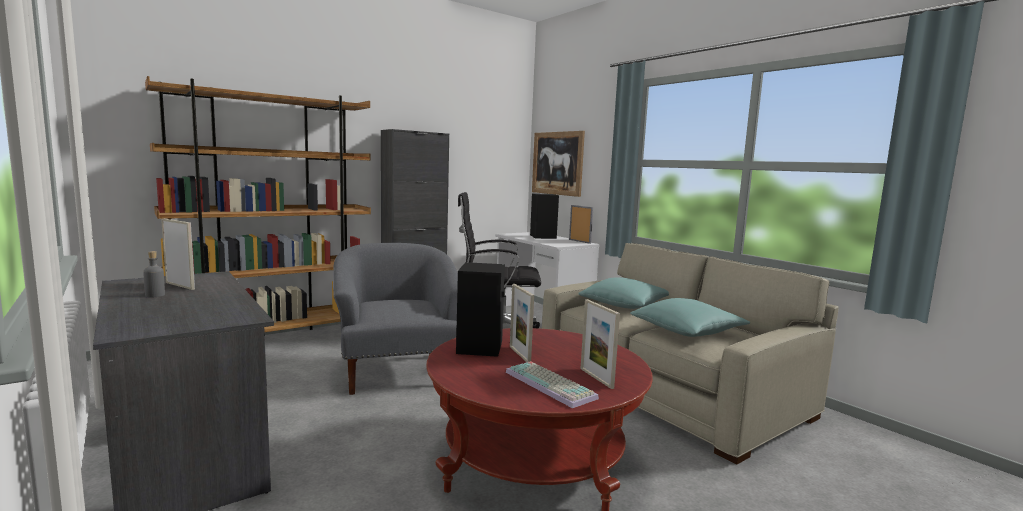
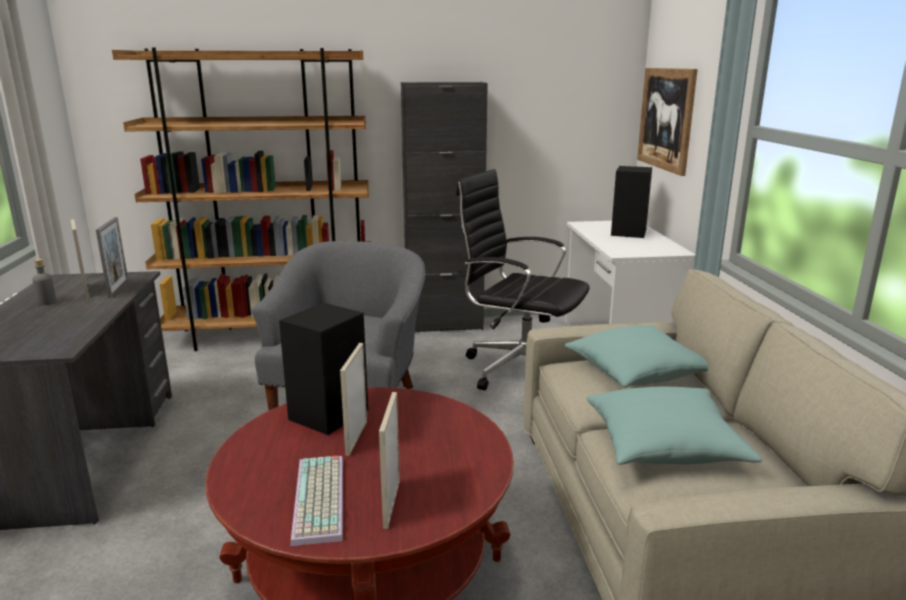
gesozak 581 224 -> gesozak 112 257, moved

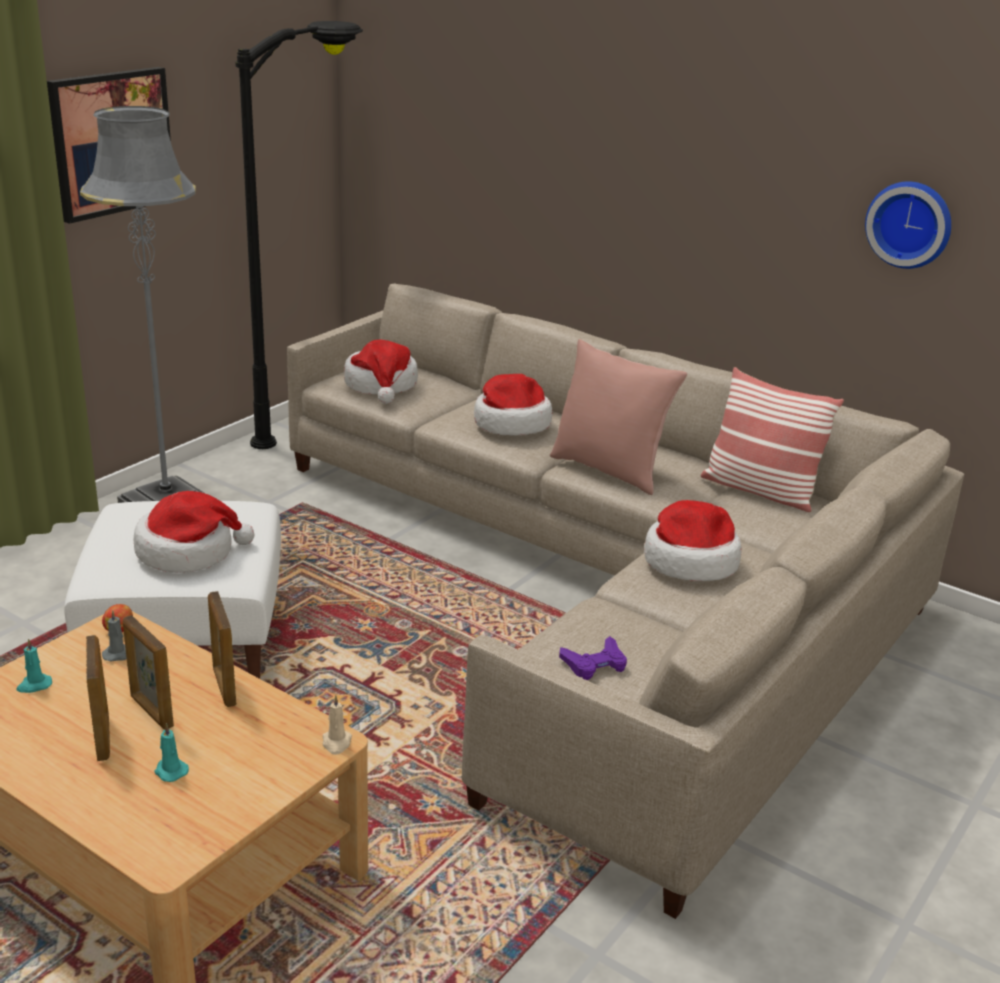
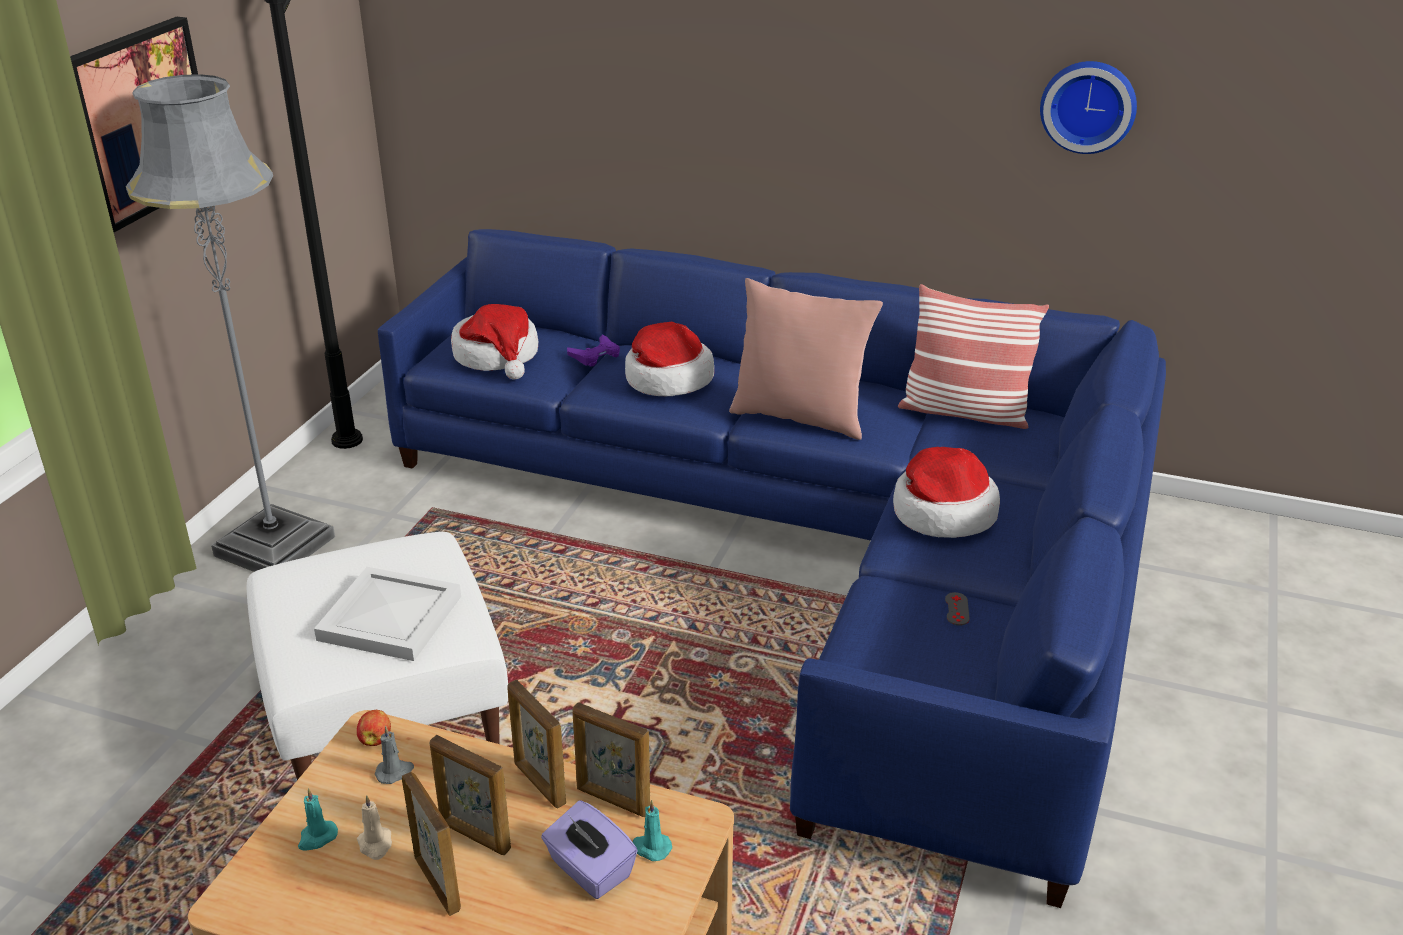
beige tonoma 625 601 -> blue tonoma 772 568
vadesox 194 532 -> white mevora 387 614
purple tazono 593 658 -> purple tazono 593 351, moved
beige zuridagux 337 725 -> beige zuridagux 374 827, moved
turquoise zuridagux 171 752 -> turquoise zuridagux 652 830, moved
none -> grey tazono 957 609
none -> gesozak 611 759
none -> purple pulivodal 589 850

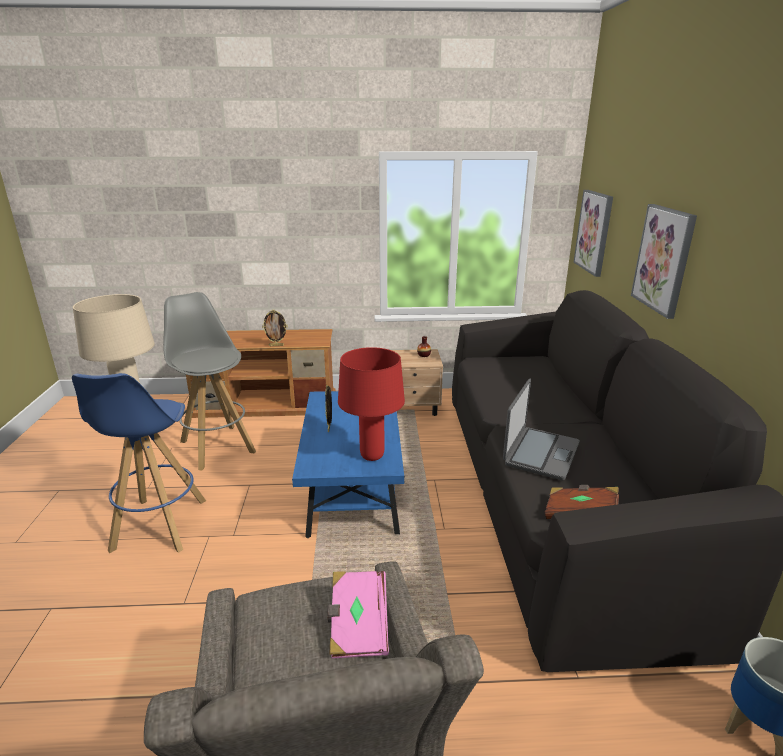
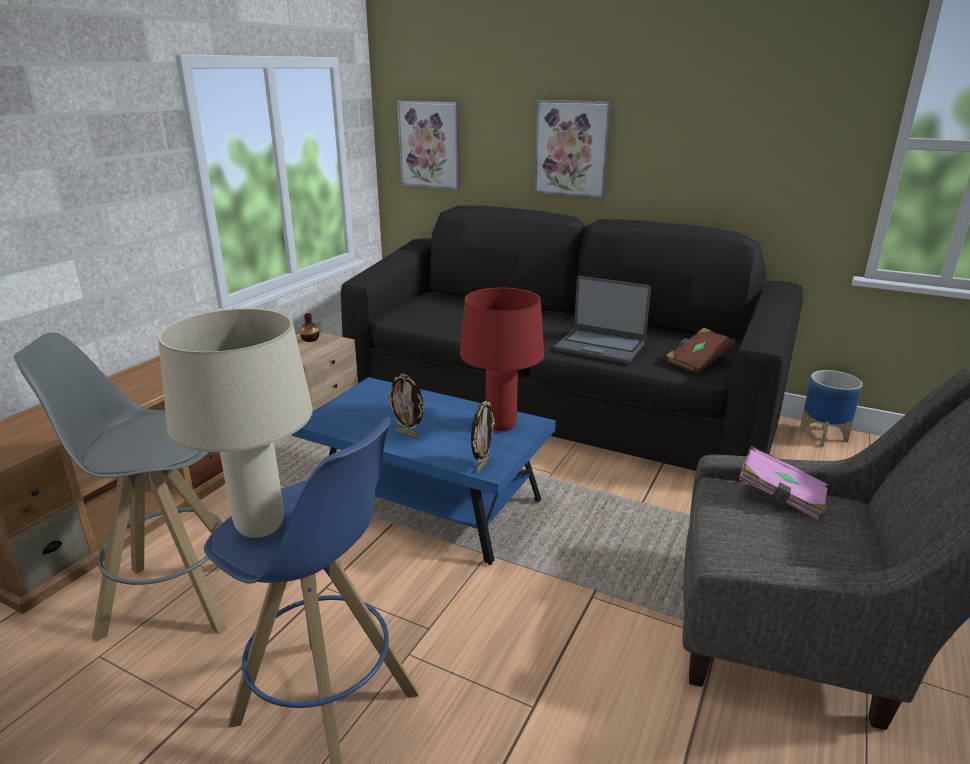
gesozak 275 328 -> gesozak 483 437, moved
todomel 541 429 -> todomel 602 320, 150 degrees clockwise

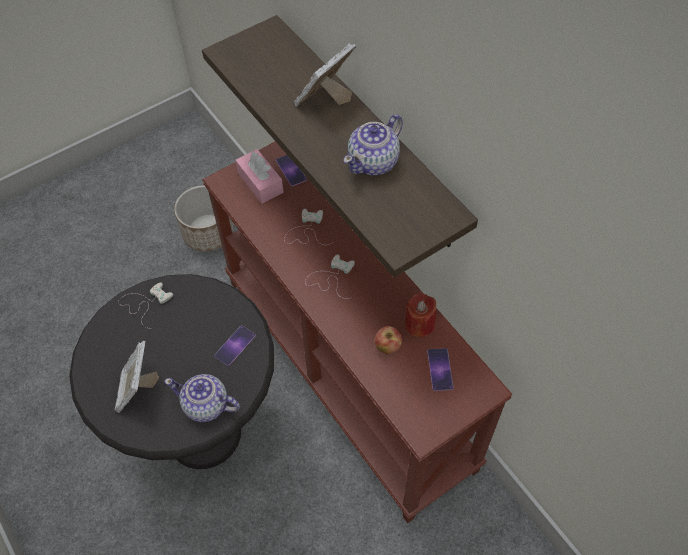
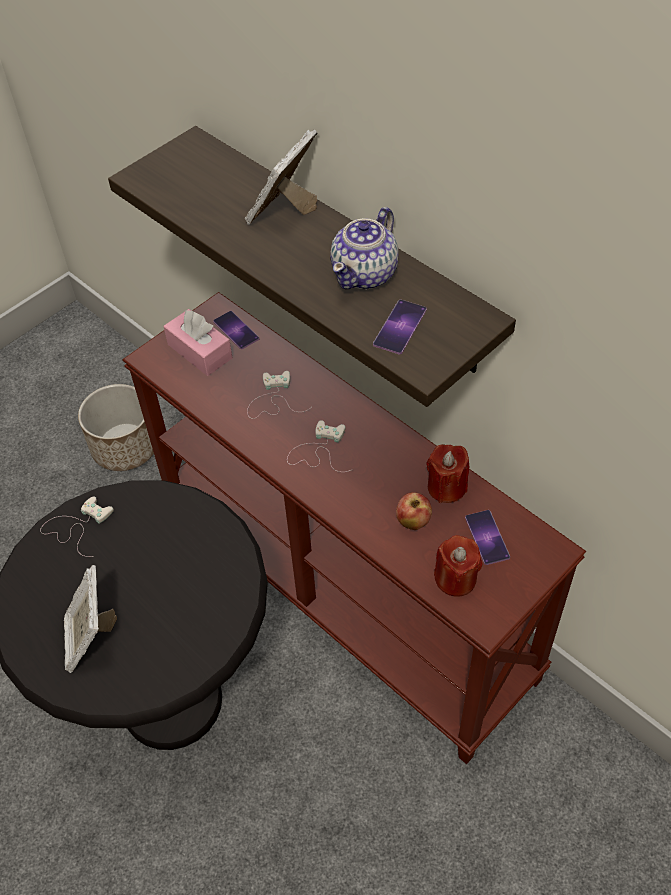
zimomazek 235 345 -> zimomazek 399 327, moved
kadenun 202 398 -> none
none -> red zuridagux 458 566

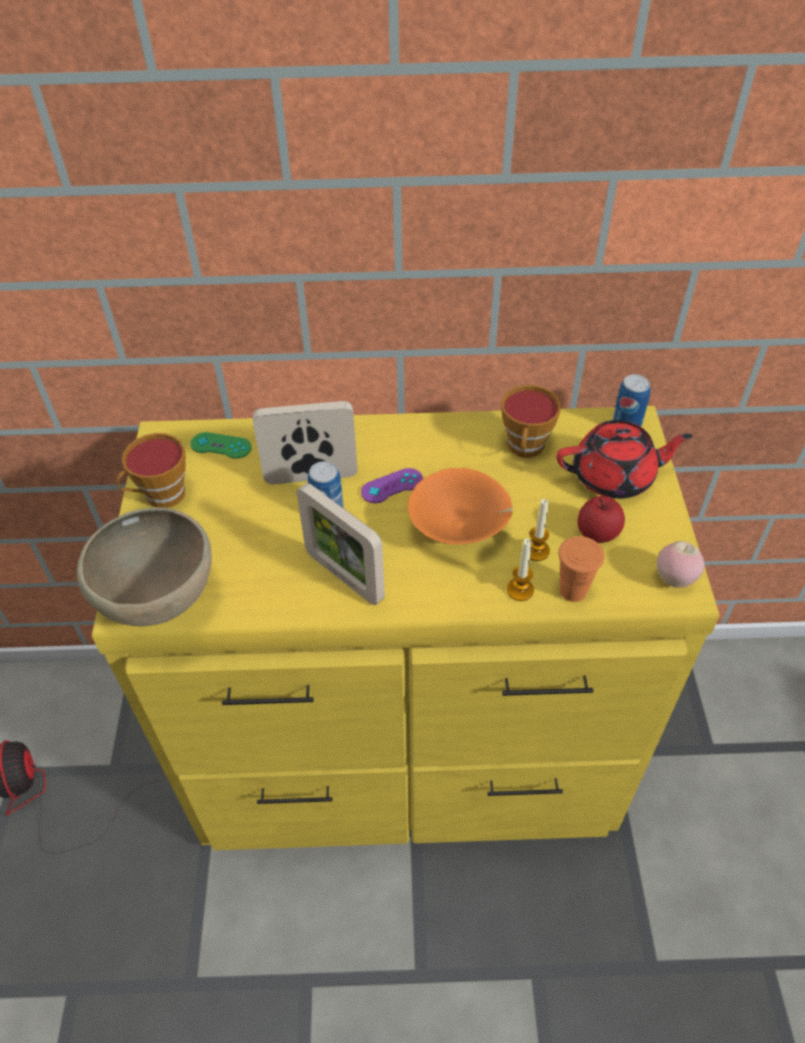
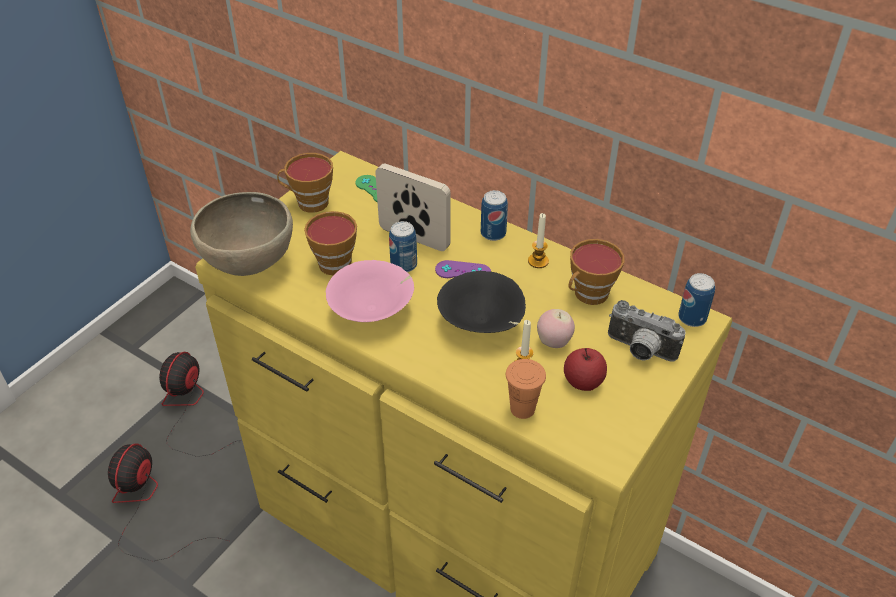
red kadenun 624 459 -> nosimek 647 330
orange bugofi 460 506 -> black bugofi 481 302
gesozak 341 544 -> pink bugofi 370 291
zuridagux 520 570 -> zuridagux 538 240, moved
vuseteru 680 564 -> vuseteru 556 328, moved
none -> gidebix 494 215
none -> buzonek 330 243
none -> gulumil 168 502

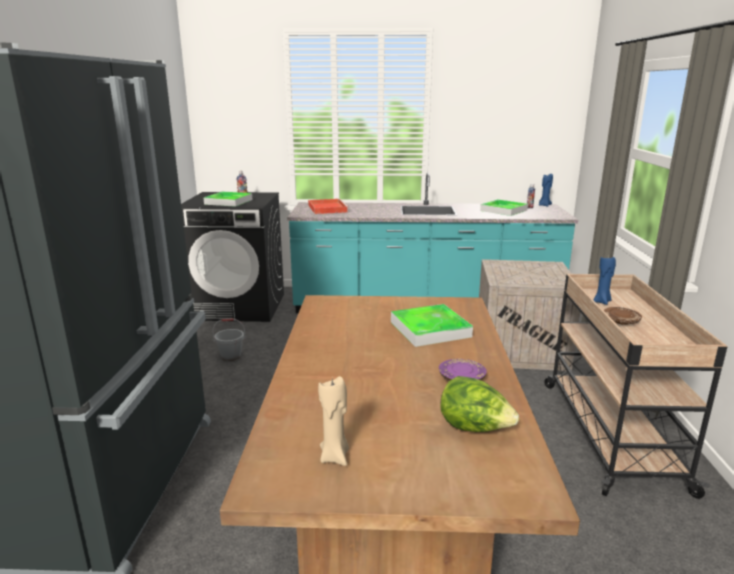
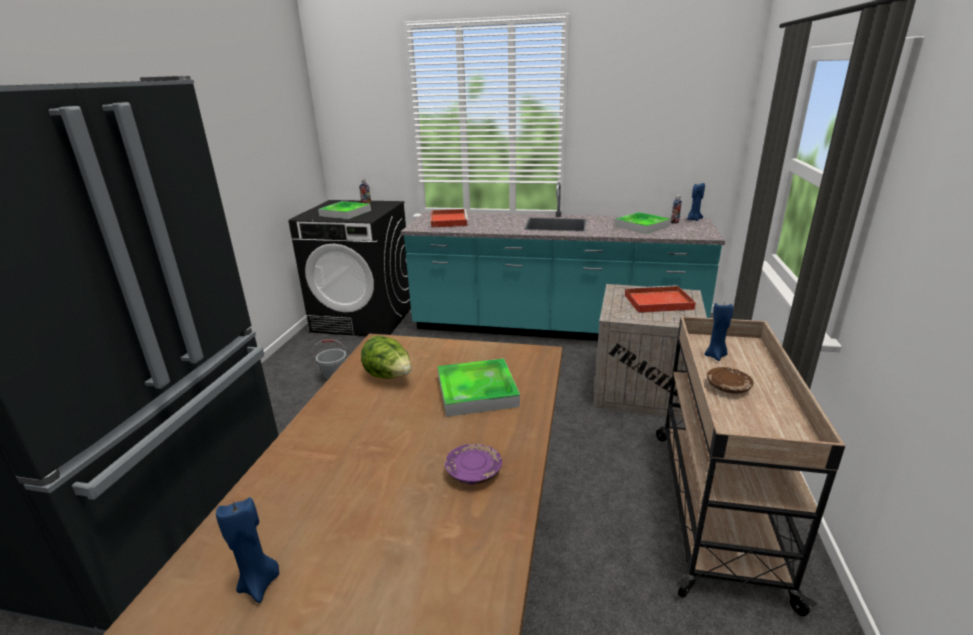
beige zuridagux 333 421 -> blue zuridagux 247 550
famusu 479 404 -> famusu 386 357, moved
none -> red mevora 660 299

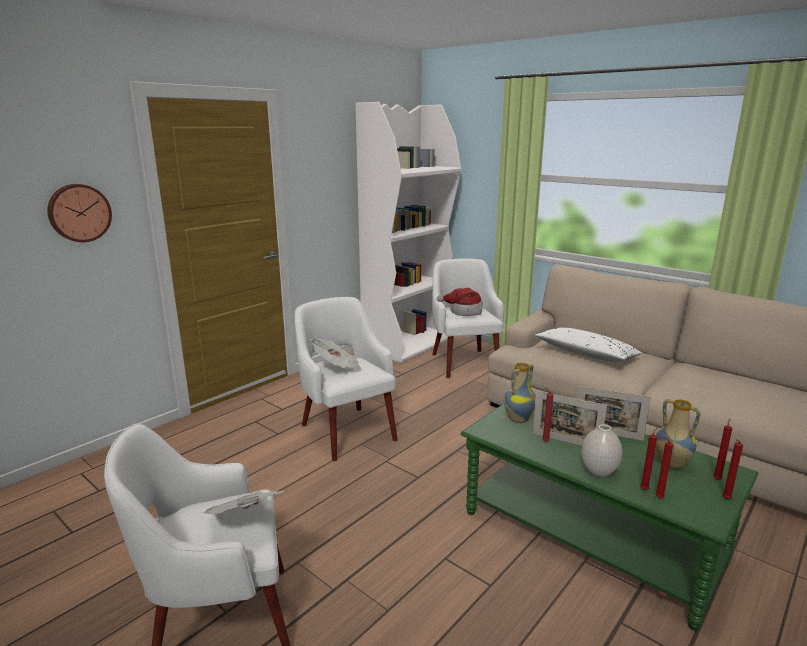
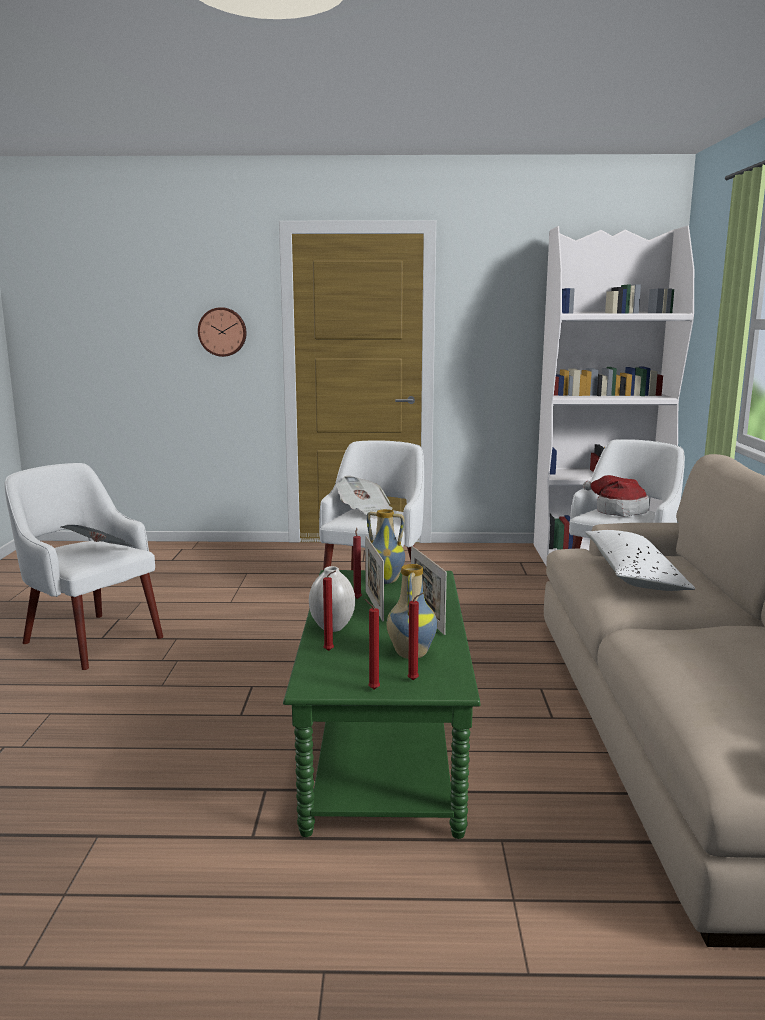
red zuridagux 664 467 -> none

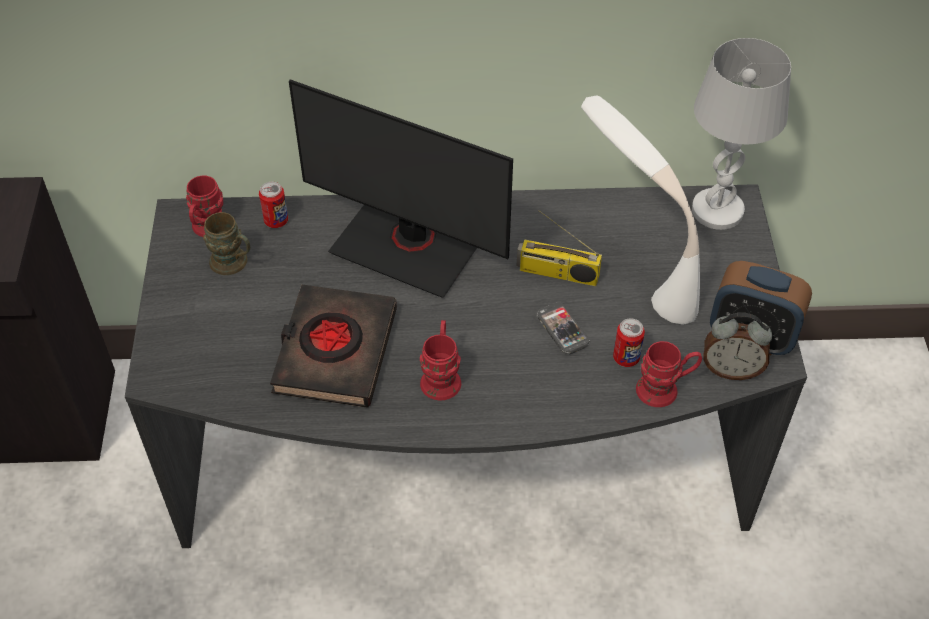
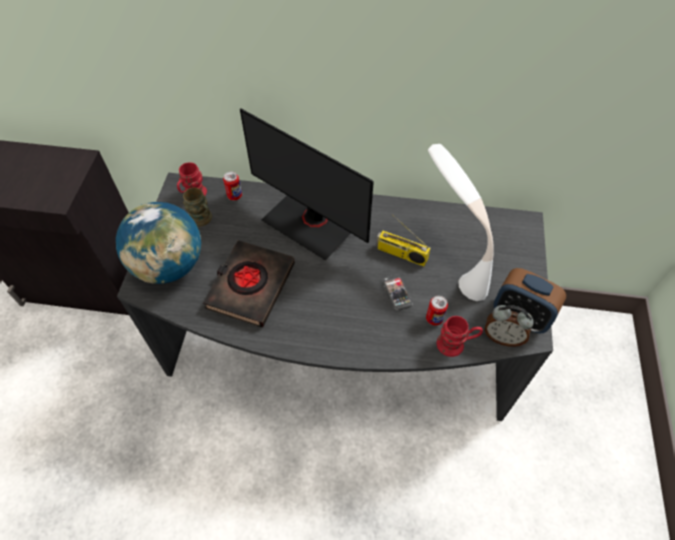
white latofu 741 134 -> none
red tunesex 440 360 -> none
none -> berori 158 243

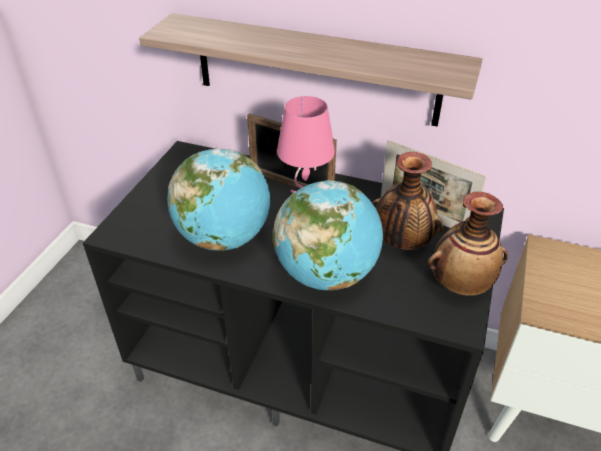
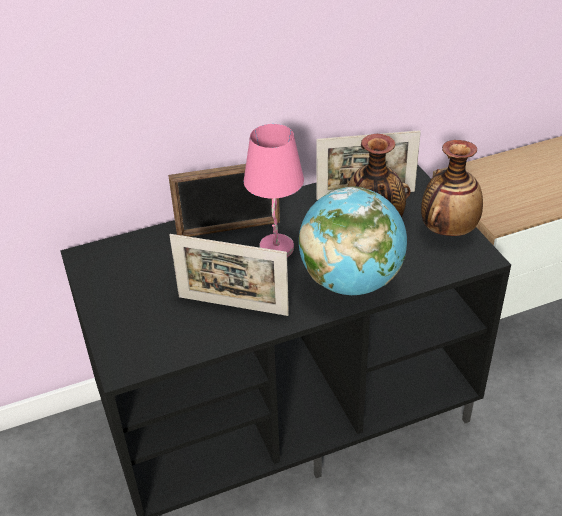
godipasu 311 70 -> none
berori 218 199 -> gesozak 229 275

